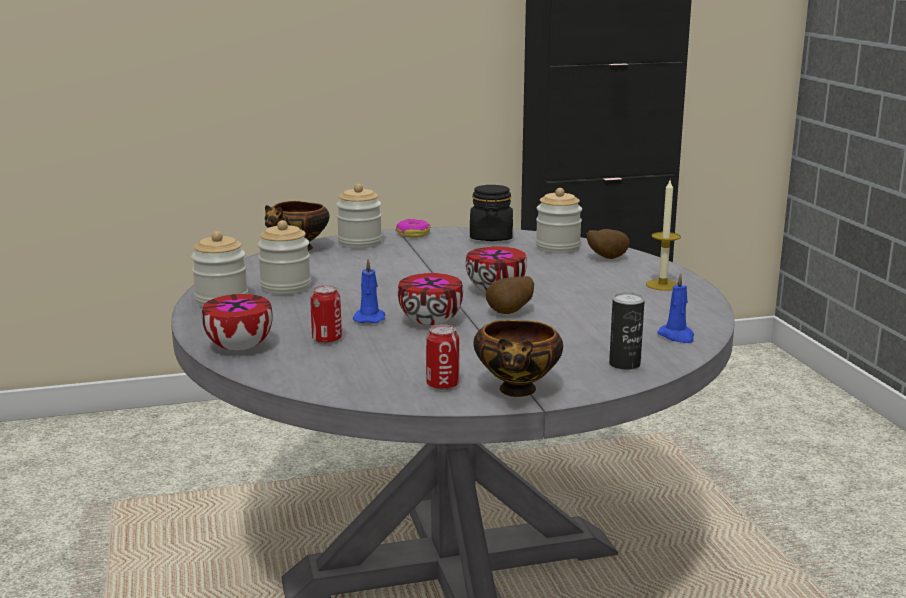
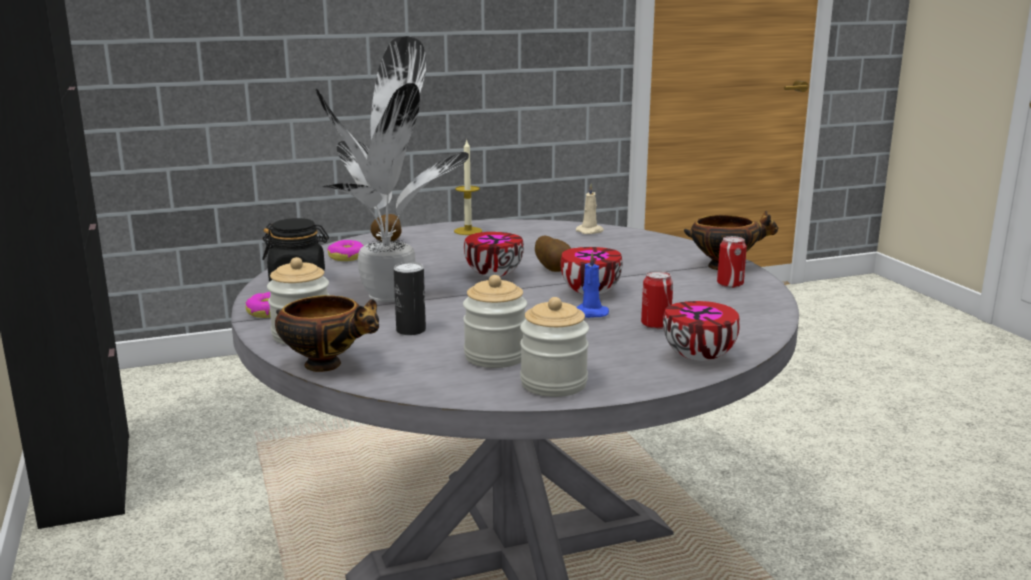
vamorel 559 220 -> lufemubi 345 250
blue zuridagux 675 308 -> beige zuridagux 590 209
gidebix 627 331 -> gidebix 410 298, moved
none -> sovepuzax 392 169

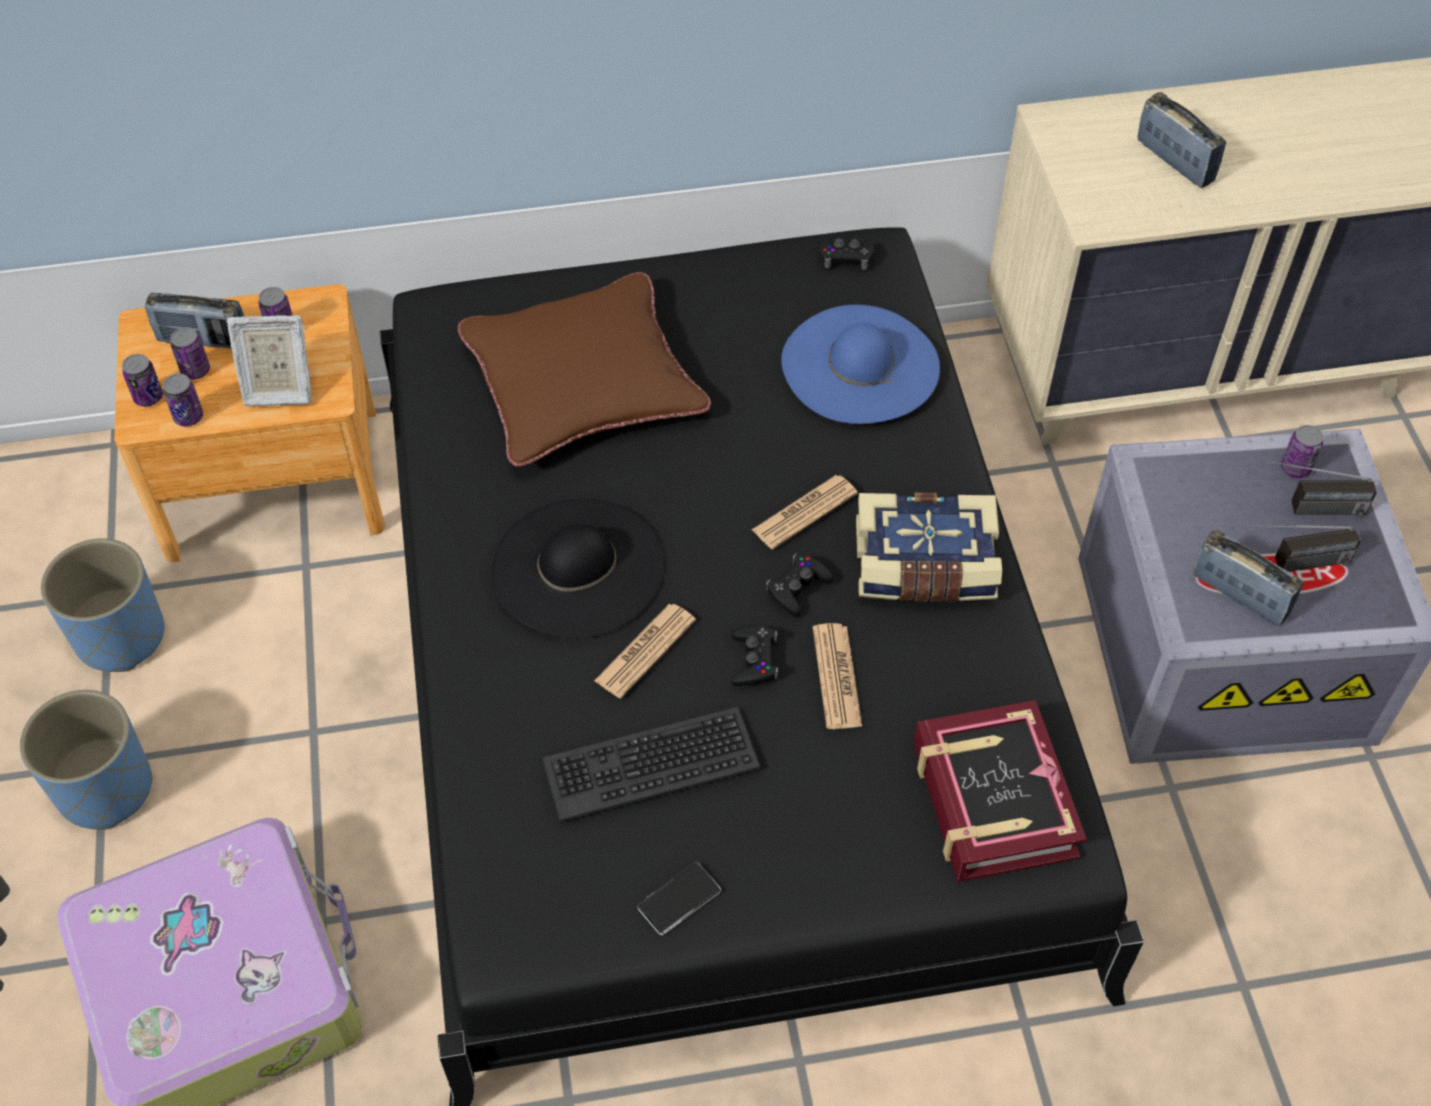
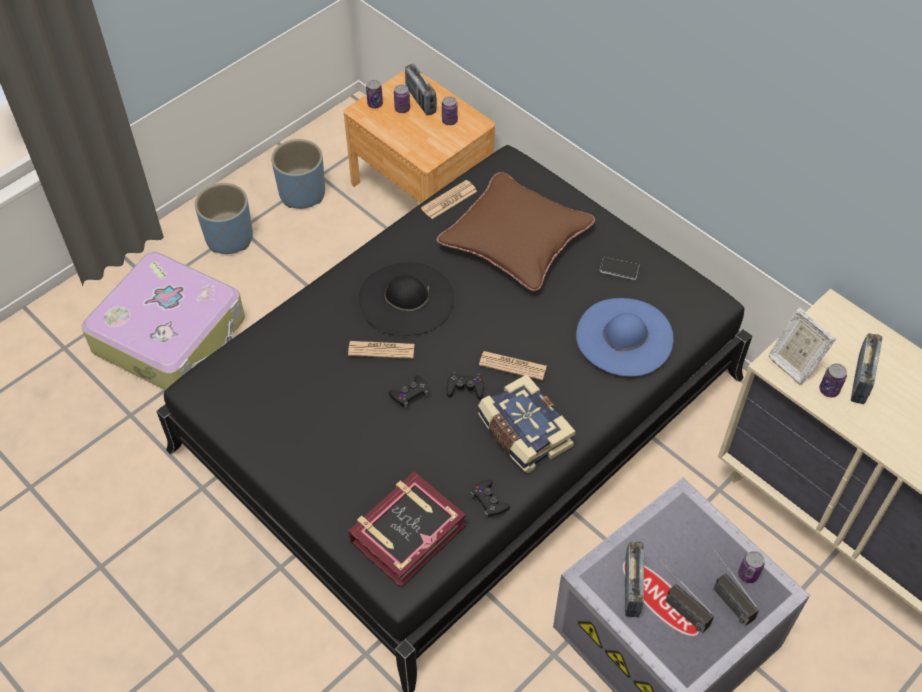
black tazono 846 254 -> black tazono 490 499, moved
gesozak 269 360 -> gesozak 802 346, moved
gidebix 183 400 -> gidebix 833 380, moved
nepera 837 676 -> nepera 449 199, moved
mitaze 651 764 -> none
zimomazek 679 898 -> zimomazek 620 268, moved

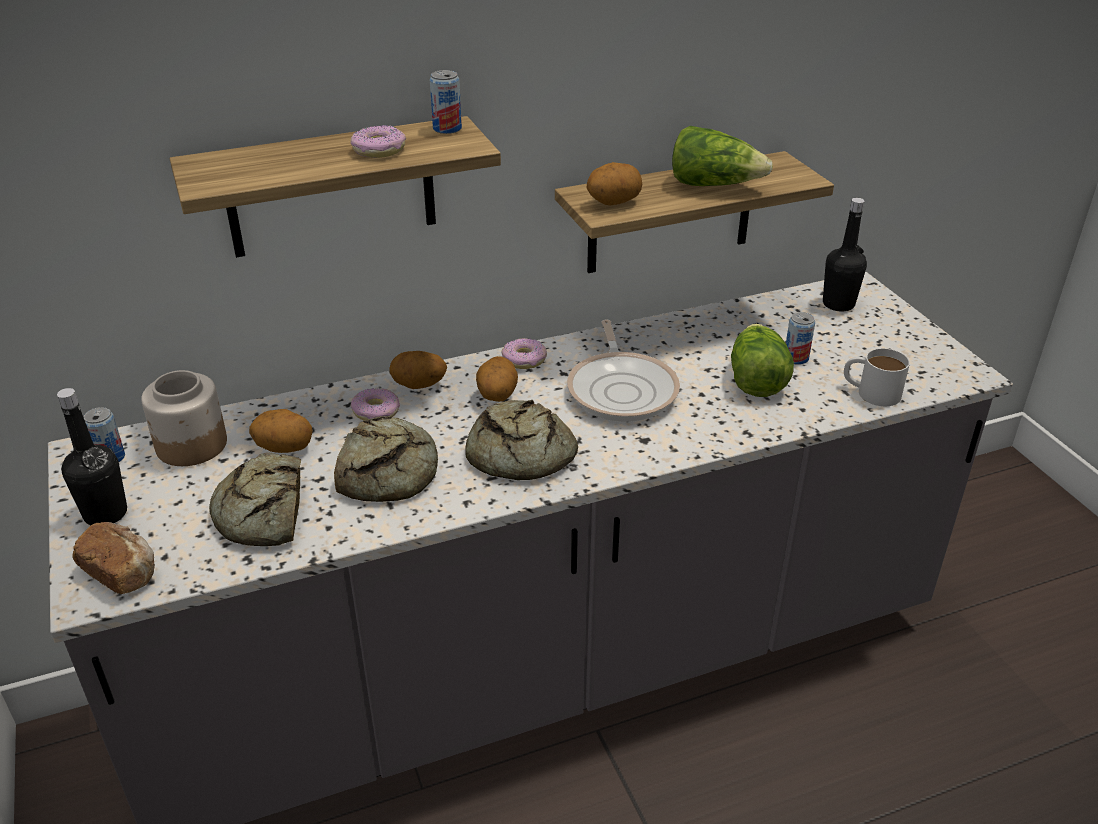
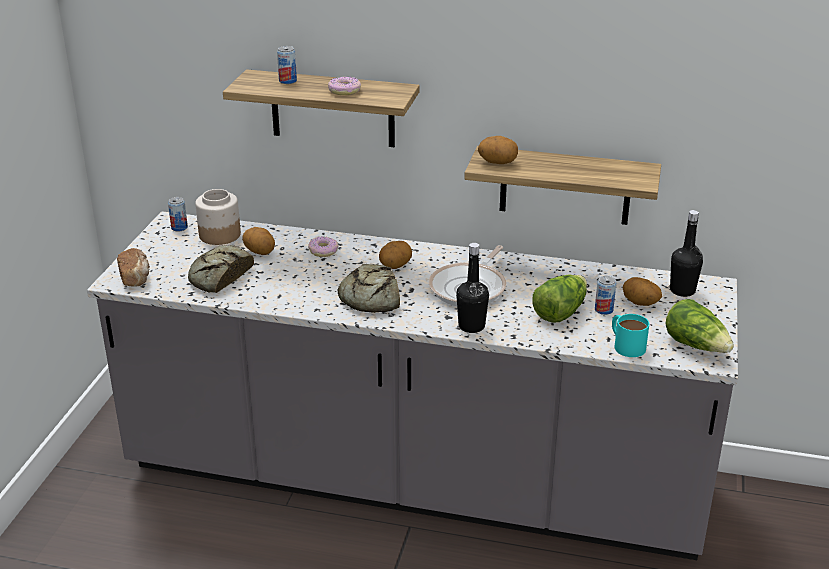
gidebix 446 102 -> gidebix 287 65, moved
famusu 722 156 -> famusu 699 326, moved
lufemubi 524 353 -> none
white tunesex 877 377 -> turquoise tunesex 630 335
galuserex 418 370 -> galuserex 642 291, moved
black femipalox 92 456 -> black femipalox 472 288, moved
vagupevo 386 459 -> none

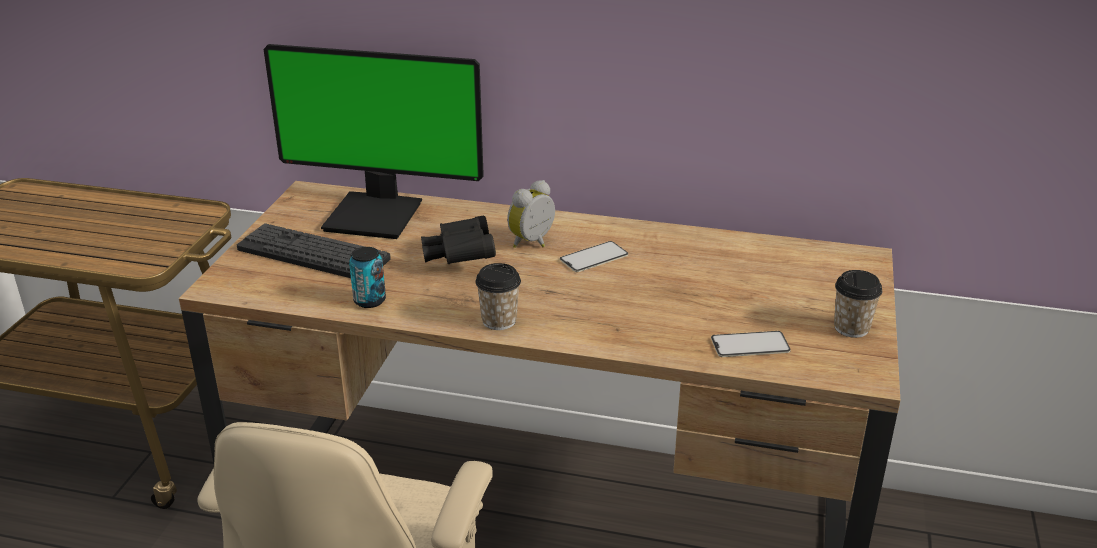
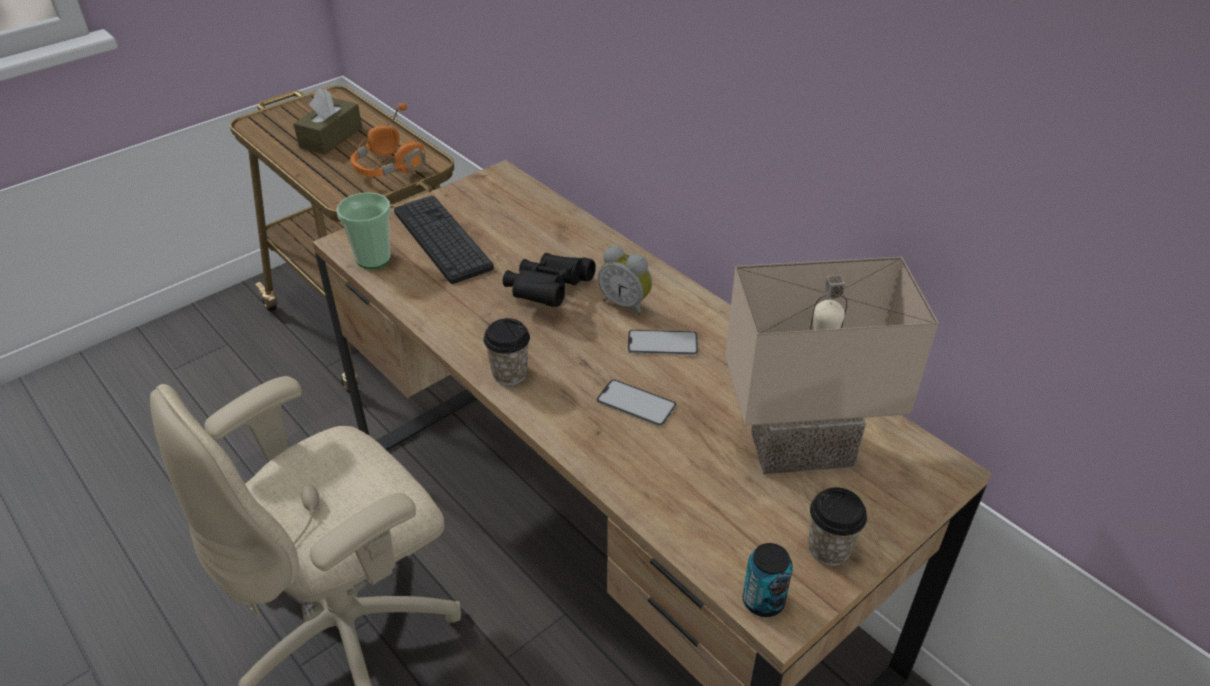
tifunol 373 141 -> none
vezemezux 531 214 -> vezemezux 625 281, 135 degrees counterclockwise
gidebix 367 277 -> gidebix 768 580, moved
zimomazek 751 344 -> zimomazek 636 403, moved
none -> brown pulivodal 328 121
none -> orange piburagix 388 140
none -> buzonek 364 230
none -> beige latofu 831 365

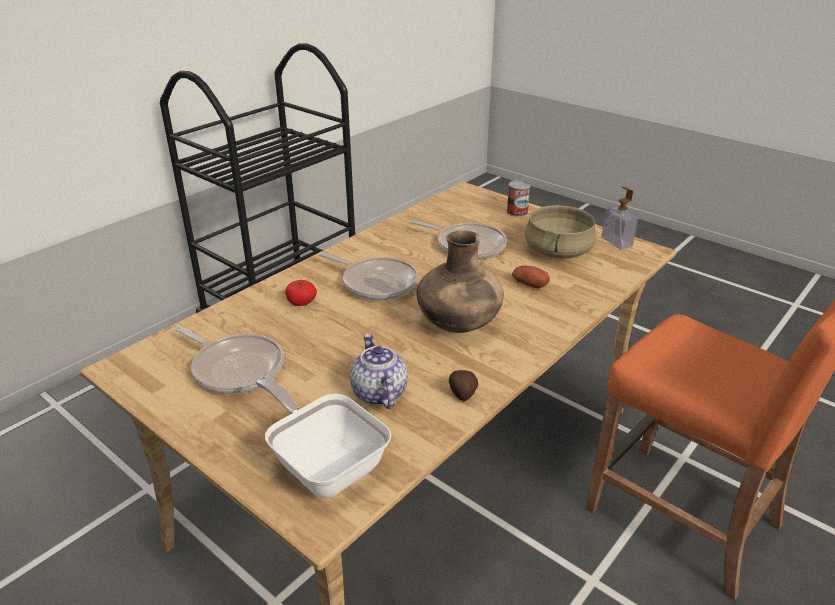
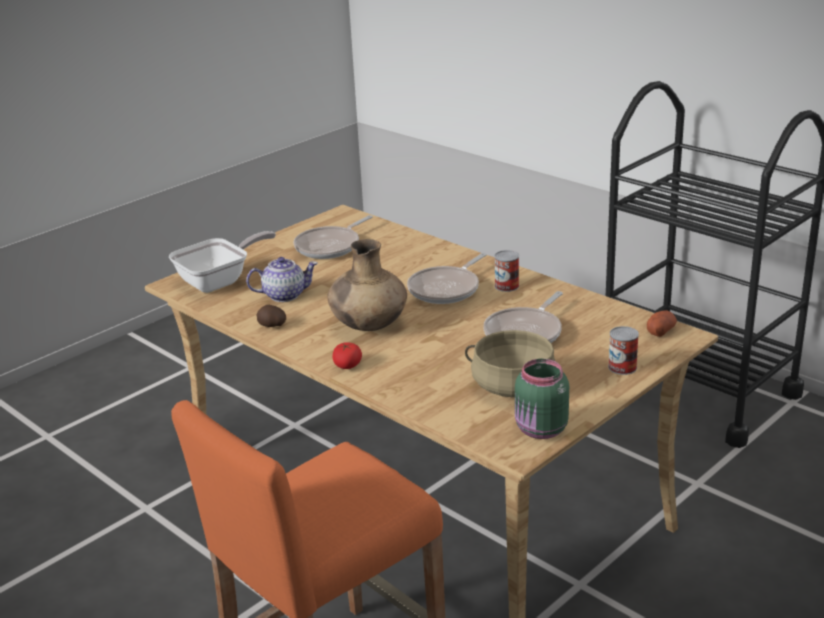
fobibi 619 218 -> green vamorel 542 399
galuserex 531 276 -> galuserex 662 323, moved
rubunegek 301 293 -> rubunegek 347 355, moved
none -> gidebix 506 271

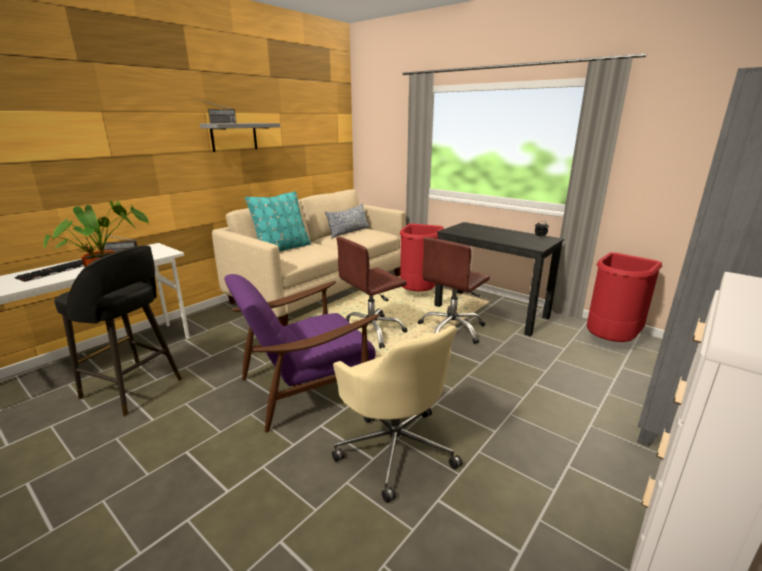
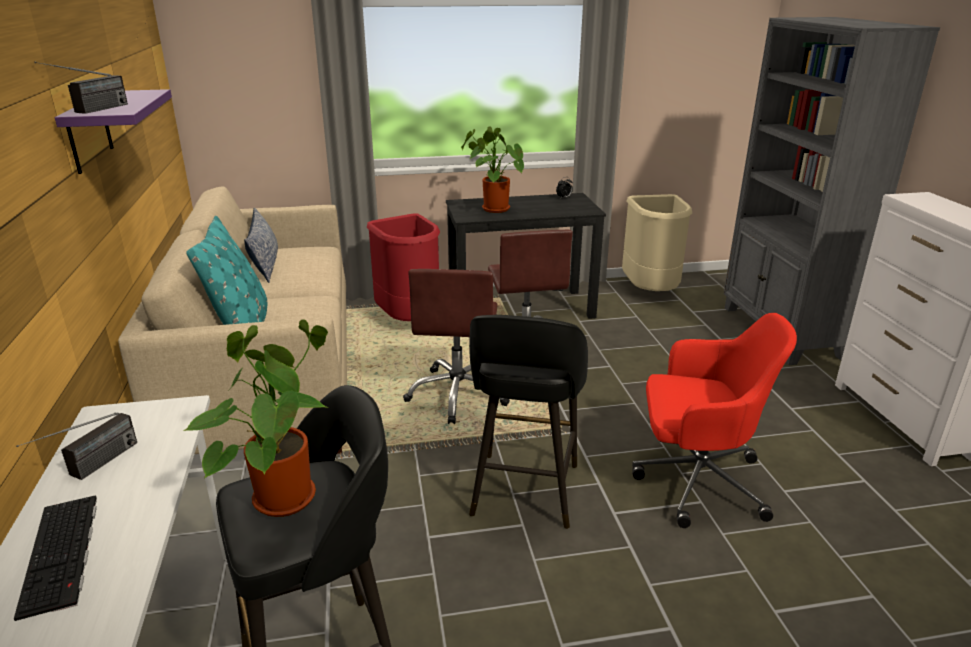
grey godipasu 240 137 -> purple godipasu 113 131
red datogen 624 297 -> beige datogen 657 242
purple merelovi 301 353 -> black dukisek 528 422
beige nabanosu 397 414 -> red nabanosu 714 420
none -> sovepuzax 492 169

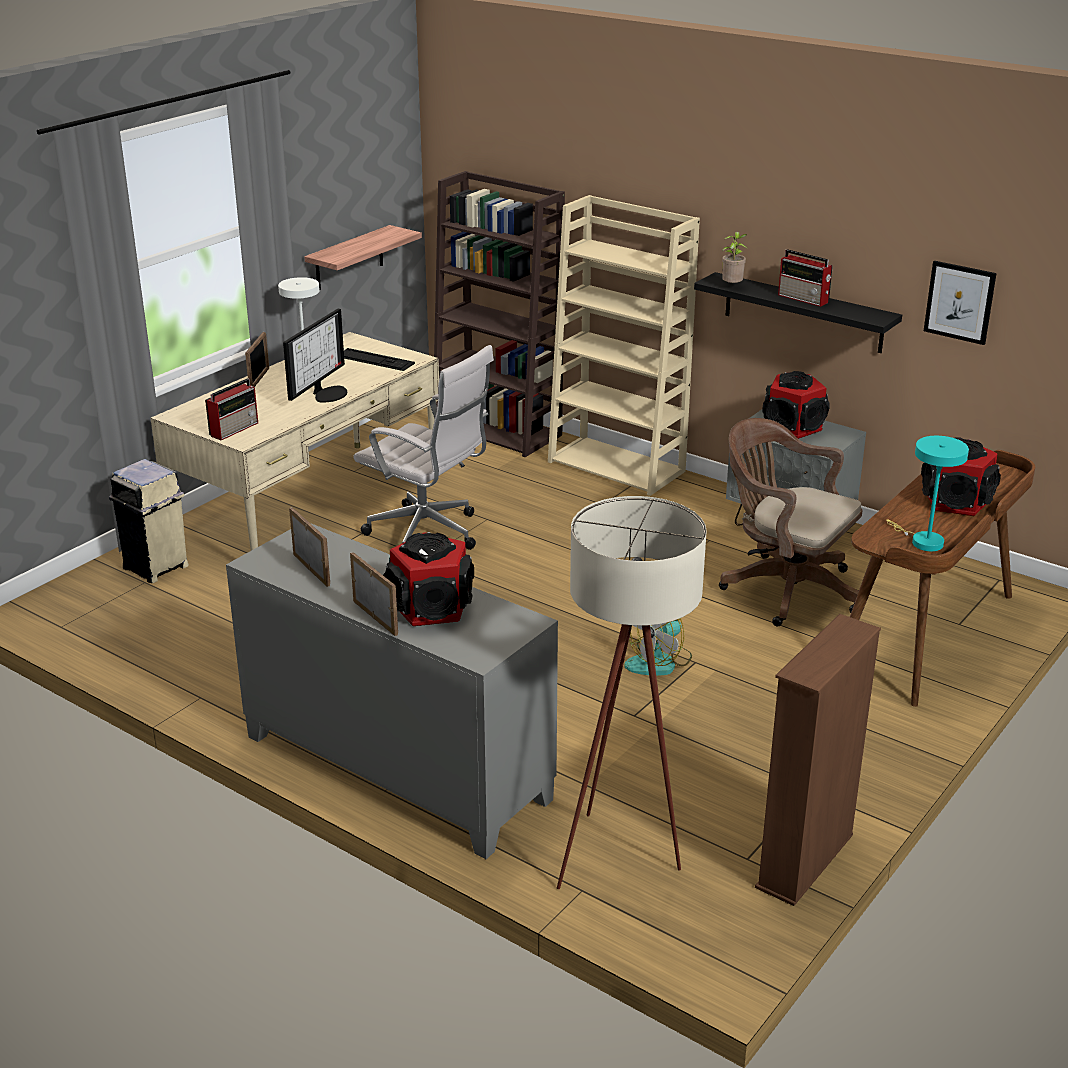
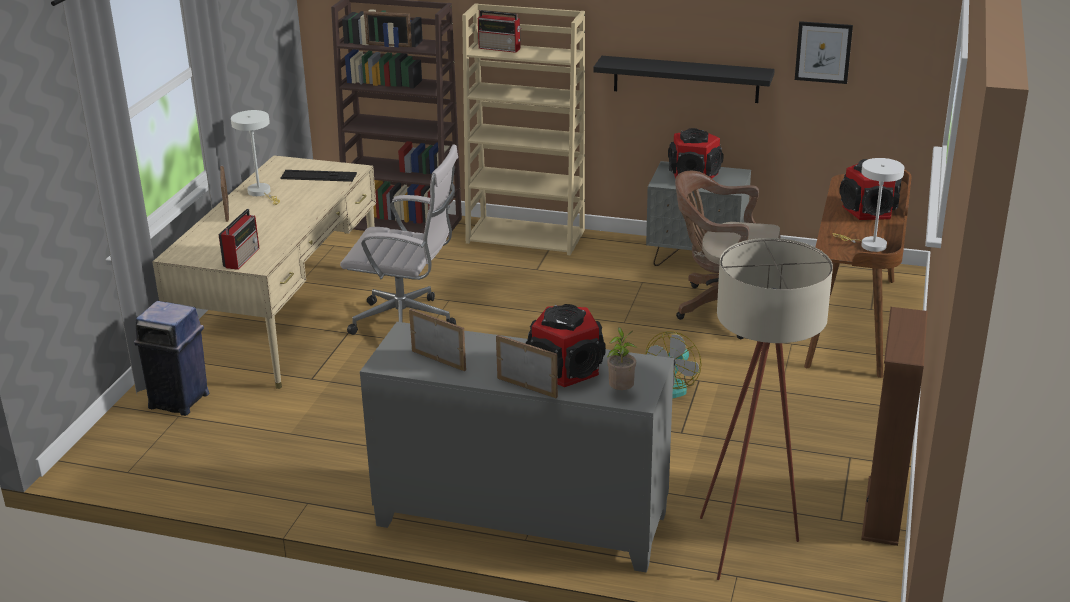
godipasu 363 257 -> none
sovepuzax 735 257 -> sovepuzax 622 358, moved
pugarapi 805 278 -> pugarapi 499 31, moved
tifunol 315 355 -> none
turquoise latofu 927 493 -> white latofu 868 205
beige datogen 149 521 -> blue datogen 171 358
none -> gesozak 387 29

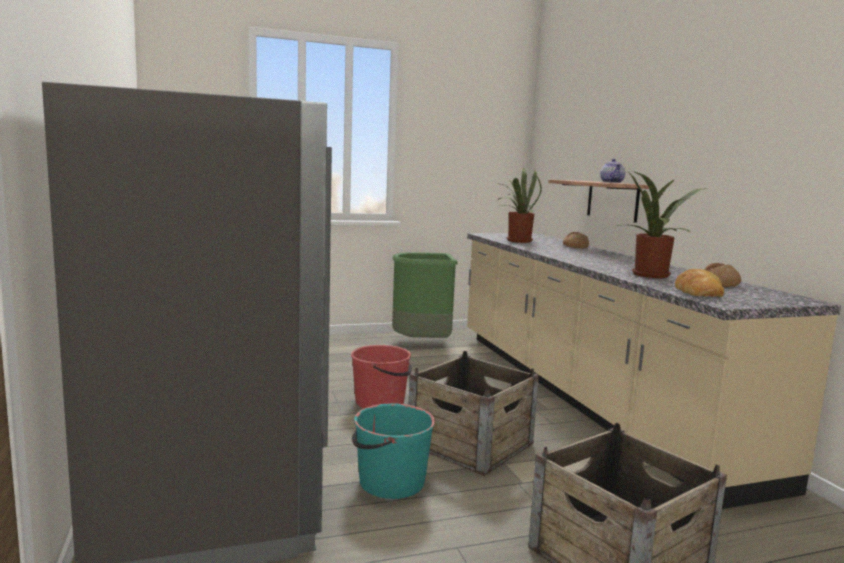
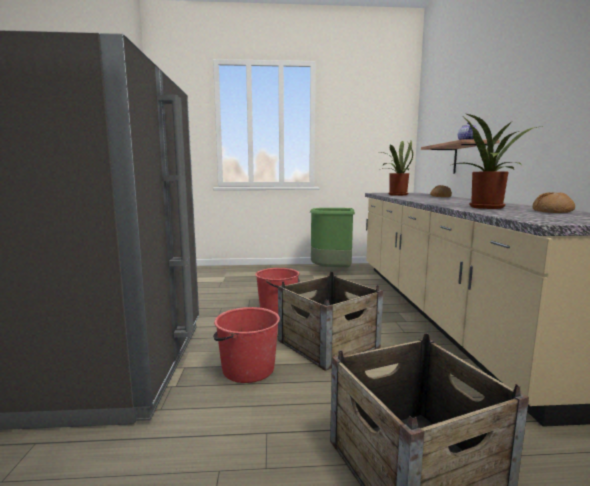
vagupevo 699 283 -> none
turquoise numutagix 393 451 -> red numutagix 246 345

